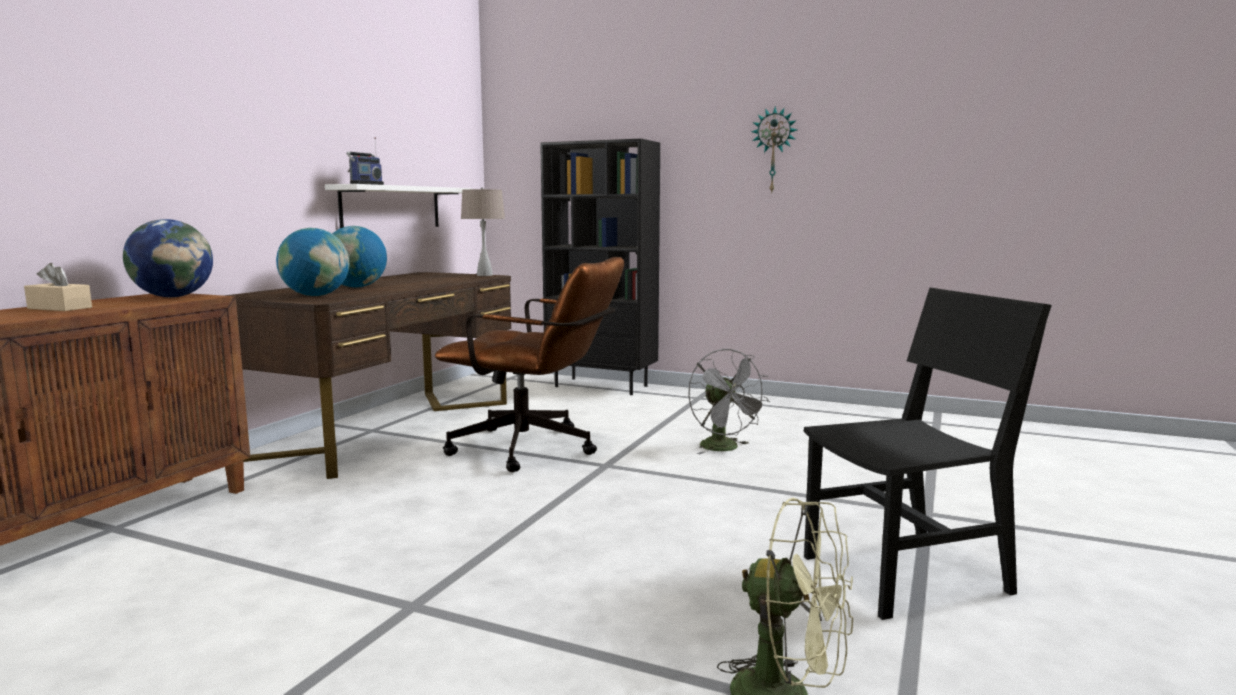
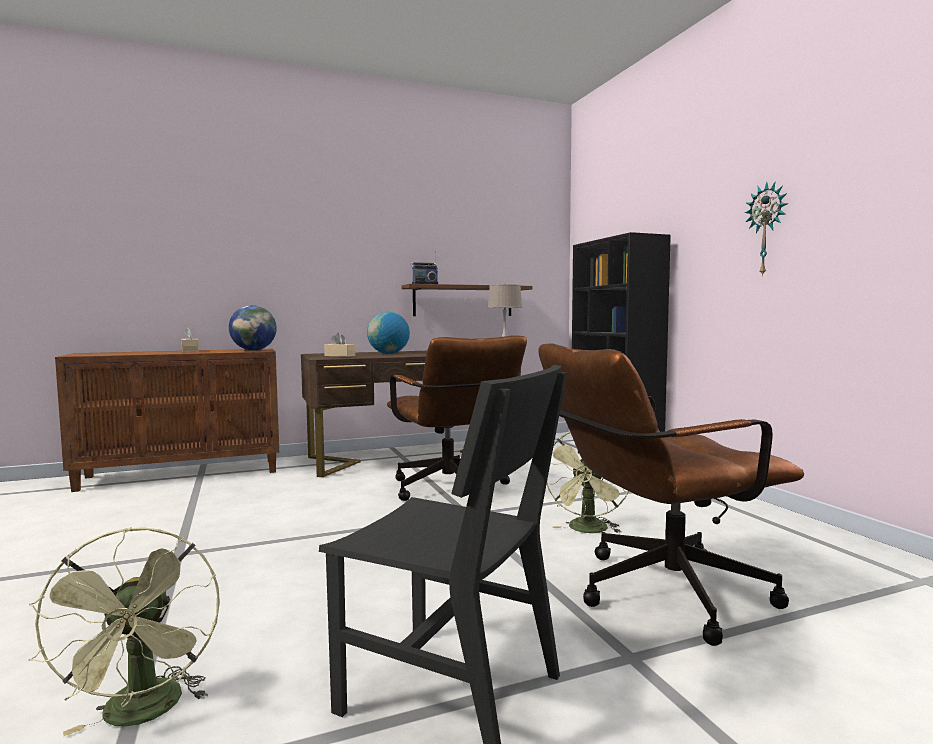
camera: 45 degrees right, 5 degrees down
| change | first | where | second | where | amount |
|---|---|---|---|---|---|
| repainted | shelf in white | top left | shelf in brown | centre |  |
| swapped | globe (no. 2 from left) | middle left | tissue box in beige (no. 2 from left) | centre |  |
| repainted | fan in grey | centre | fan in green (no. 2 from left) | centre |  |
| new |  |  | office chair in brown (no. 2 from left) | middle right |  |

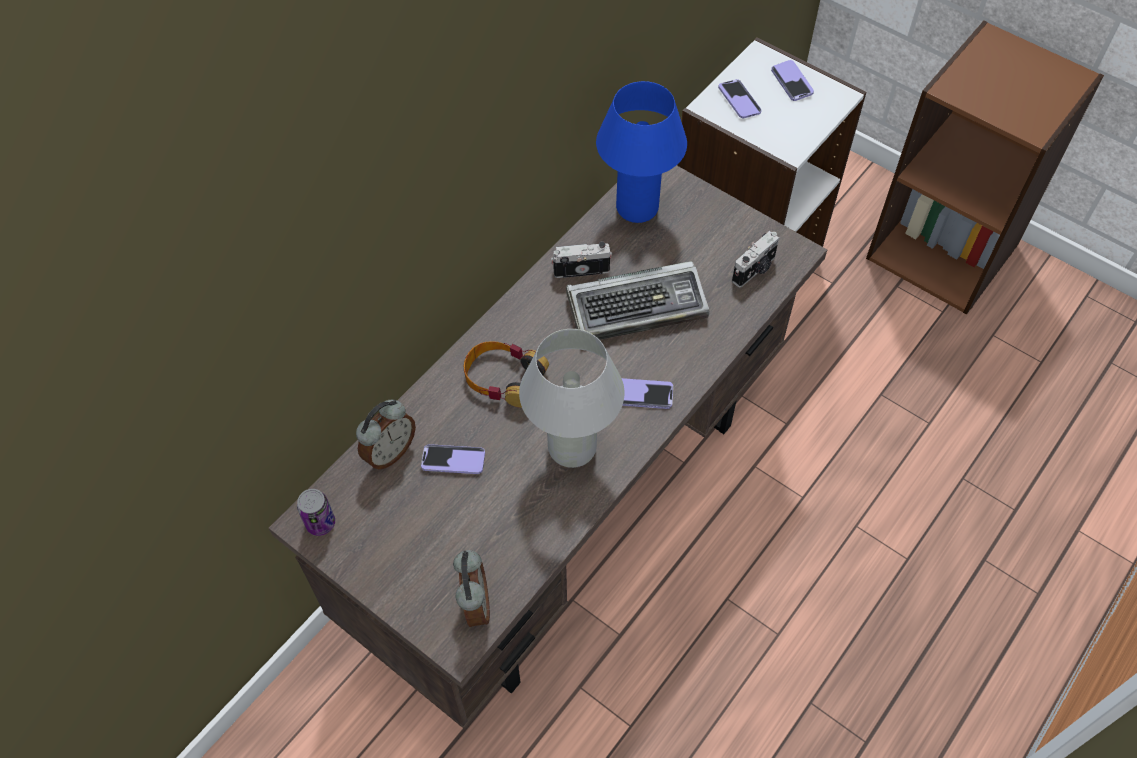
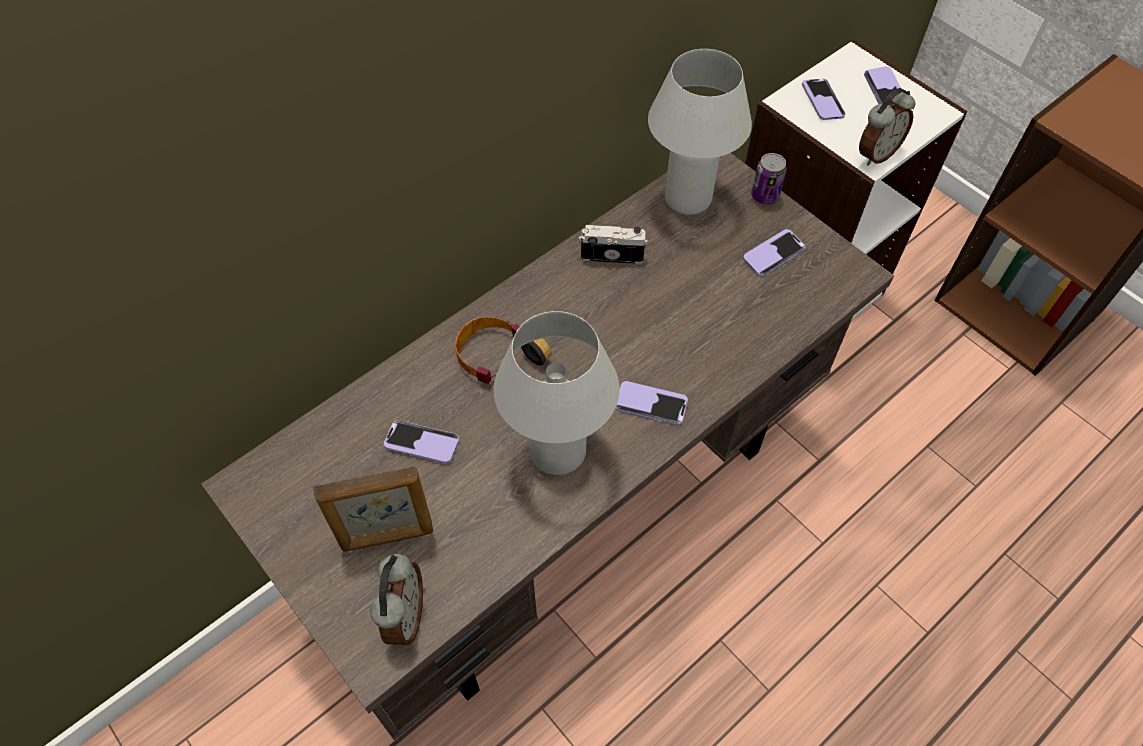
camera: 10 degrees right, 0 degrees up
| change | first | where | second | where | amount |
|---|---|---|---|---|---|
| repainted | table lamp in blue | top centre | table lamp in white (no. 2 from left) | top centre |  |
| gone | photo camera (no. 2 from left) | centre |  |  |  |
| gone | keyboard | centre |  |  |  |
| shifted | alarm clock (no. 1 from left in the first image) | centre | alarm clock (no. 2 from left) | top right |  |
| shifted | can | bottom left |  | top right |  |
| new |  |  | phone (no. 3 from left) | middle right |  |
| new |  |  | picture frame | bottom left |  |

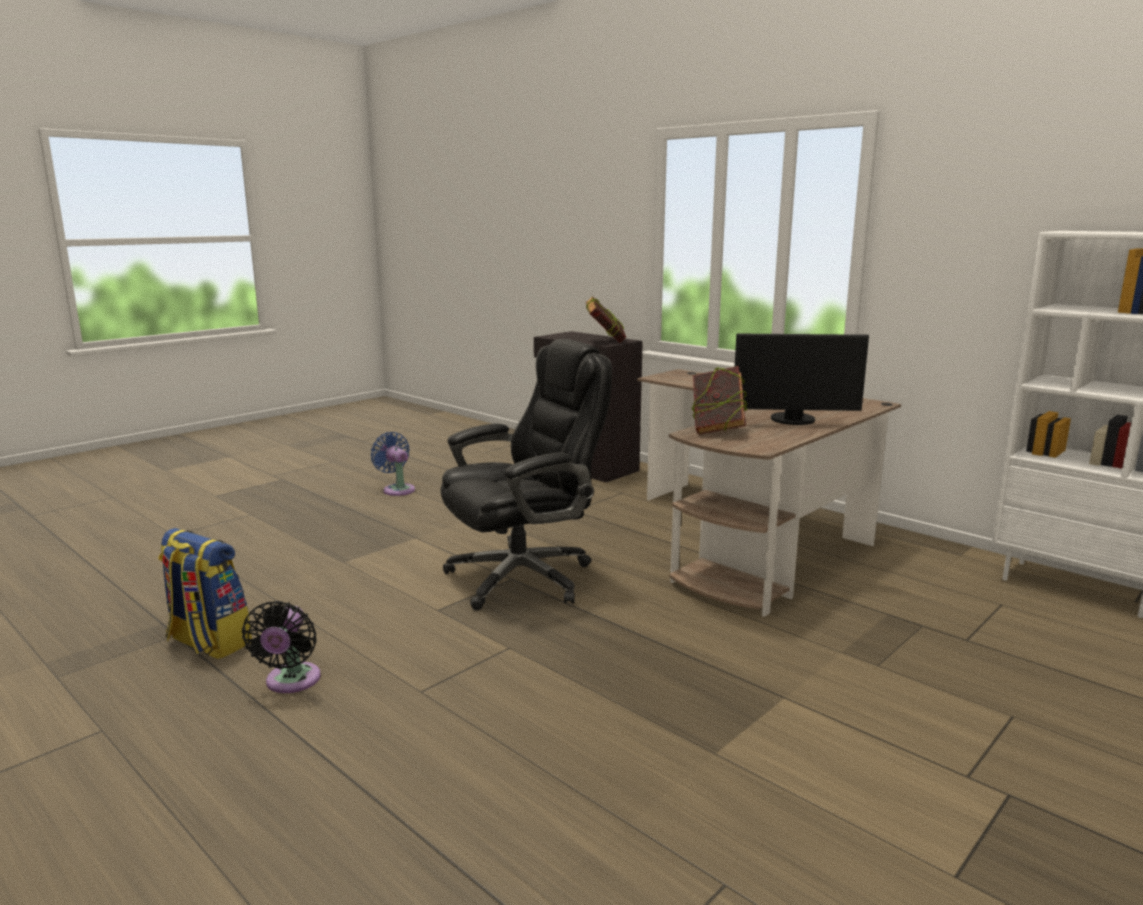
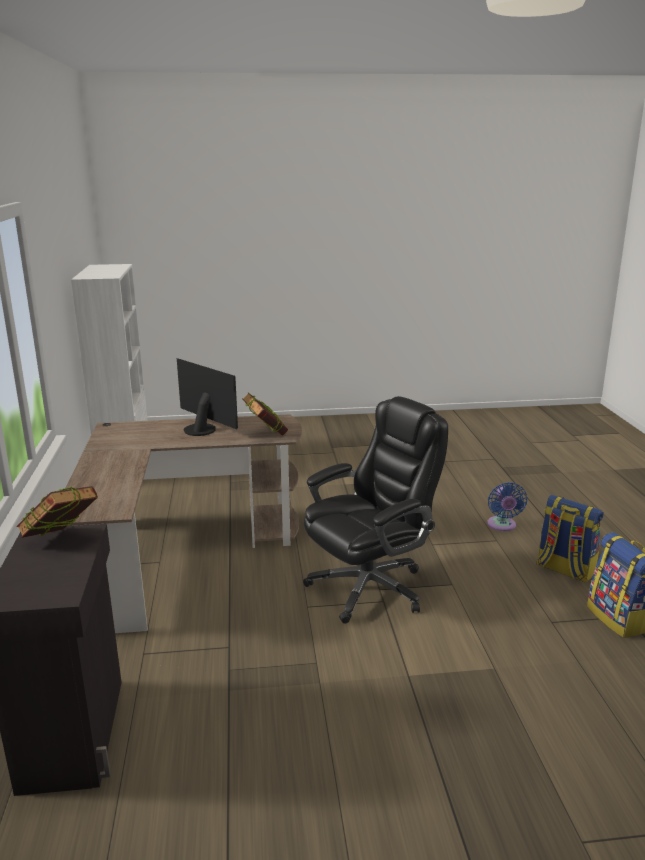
camera: 140 degrees left, 5 degrees up
| change | first | where | second | where | amount |
|---|---|---|---|---|---|
| rotated | office chair in black | centre |  | centre | 135 degrees clockwise |
| shifted | fan in blue | centre |  | middle right |  |
| swapped | fan in black | bottom left | backpack (no. 1 from left) | middle right |  |

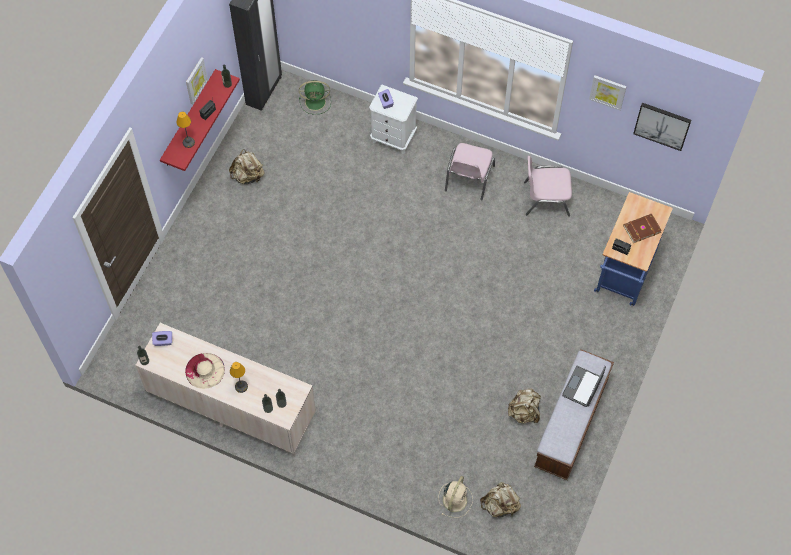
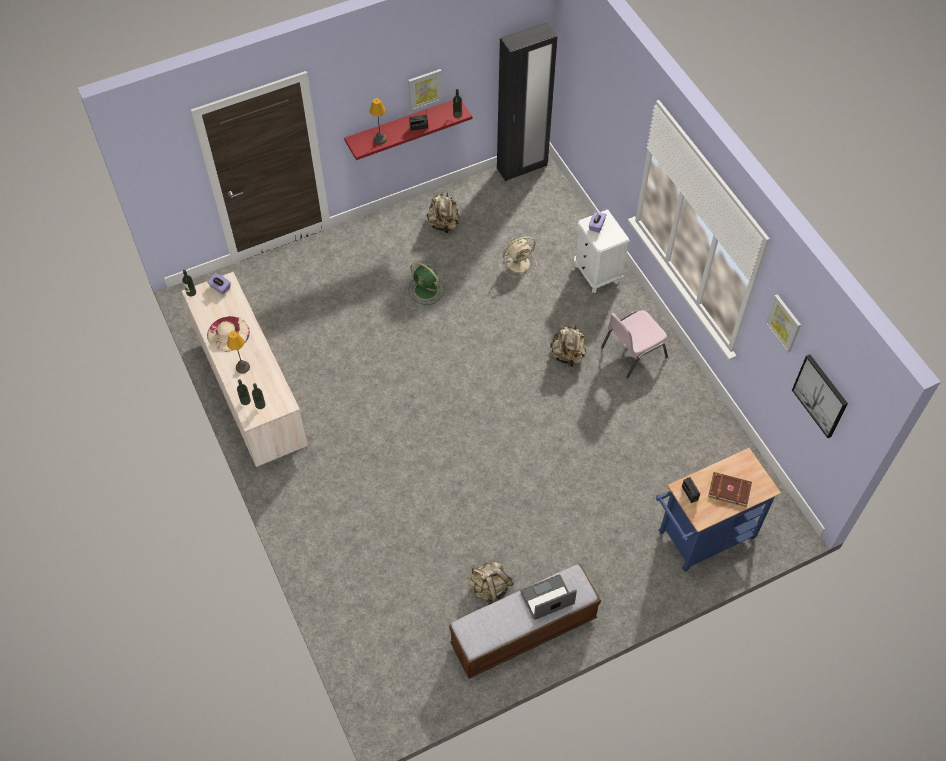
camera: 40 degrees right, 5 degrees down
| change | first | where | second | where | amount |
|---|---|---|---|---|---|
| shifted | fan in green | top centre |  | centre |  |
| gone | chair in pink (no. 2 from left) | middle right |  |  |  |
| shifted | fan in beige | bottom centre |  | centre |  |
| shifted | backpack in beige (no. 2 from left in the first image) | bottom centre | backpack in beige (no. 3 from left) | centre |  |

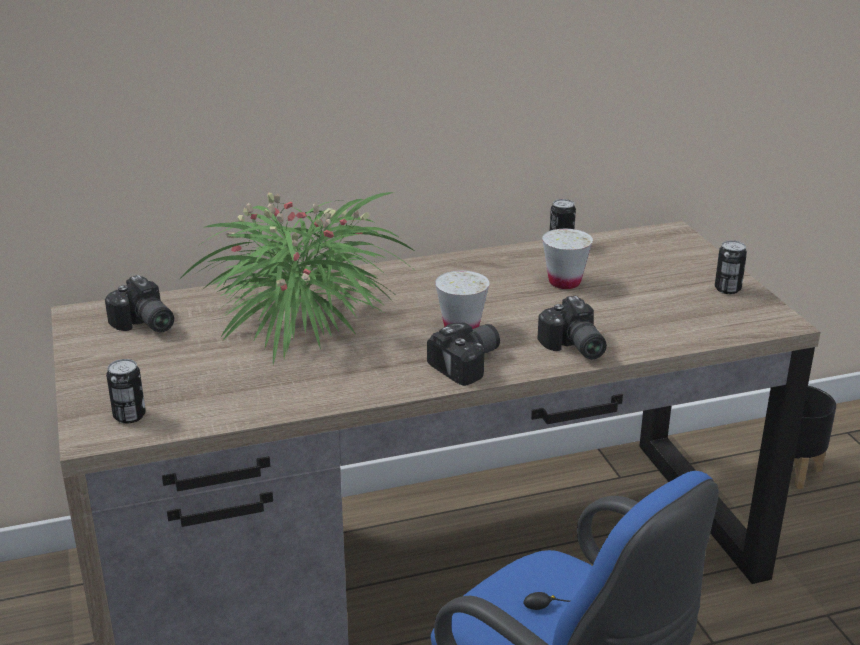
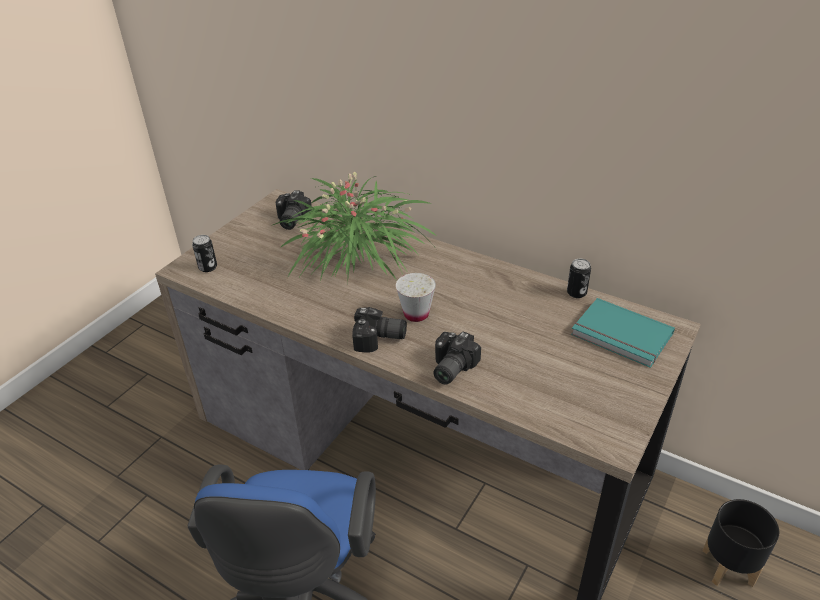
camera: 50 degrees right, 10 degrees up
| change | first | where | second | where | amount |
|---|---|---|---|---|---|
| gone | cup in white (no. 2 from left) | centre |  |  |  |
| gone | can (no. 3 from left) | middle right |  |  |  |
| new |  |  | book in turquoise | middle right |  |

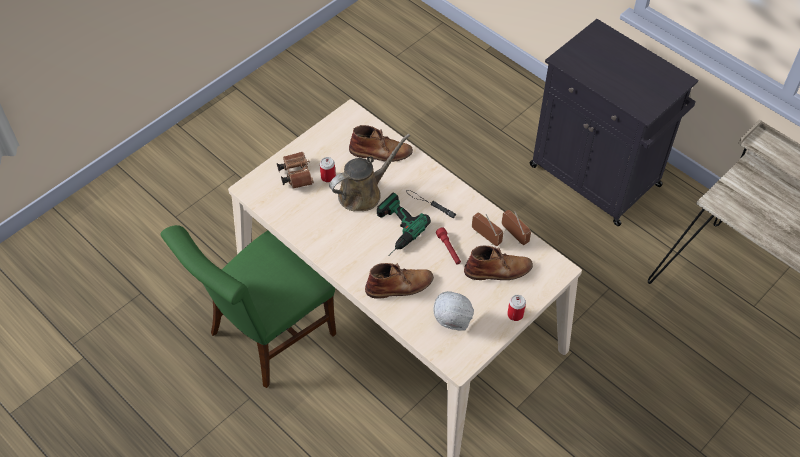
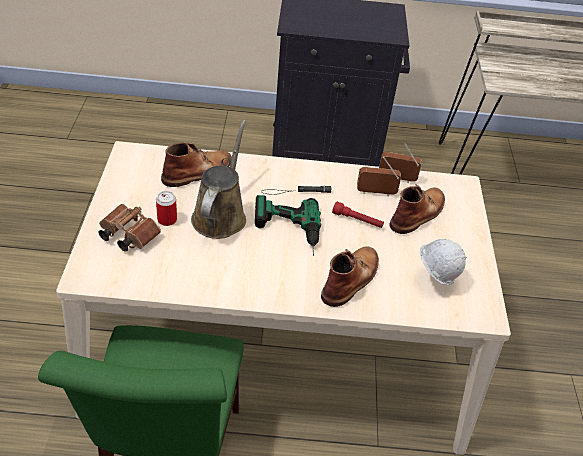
camera: 45 degrees left, 10 degrees down
| change | first | where | second | where | amount |
|---|---|---|---|---|---|
| gone | can (no. 2 from left) | bottom centre |  |  |  |

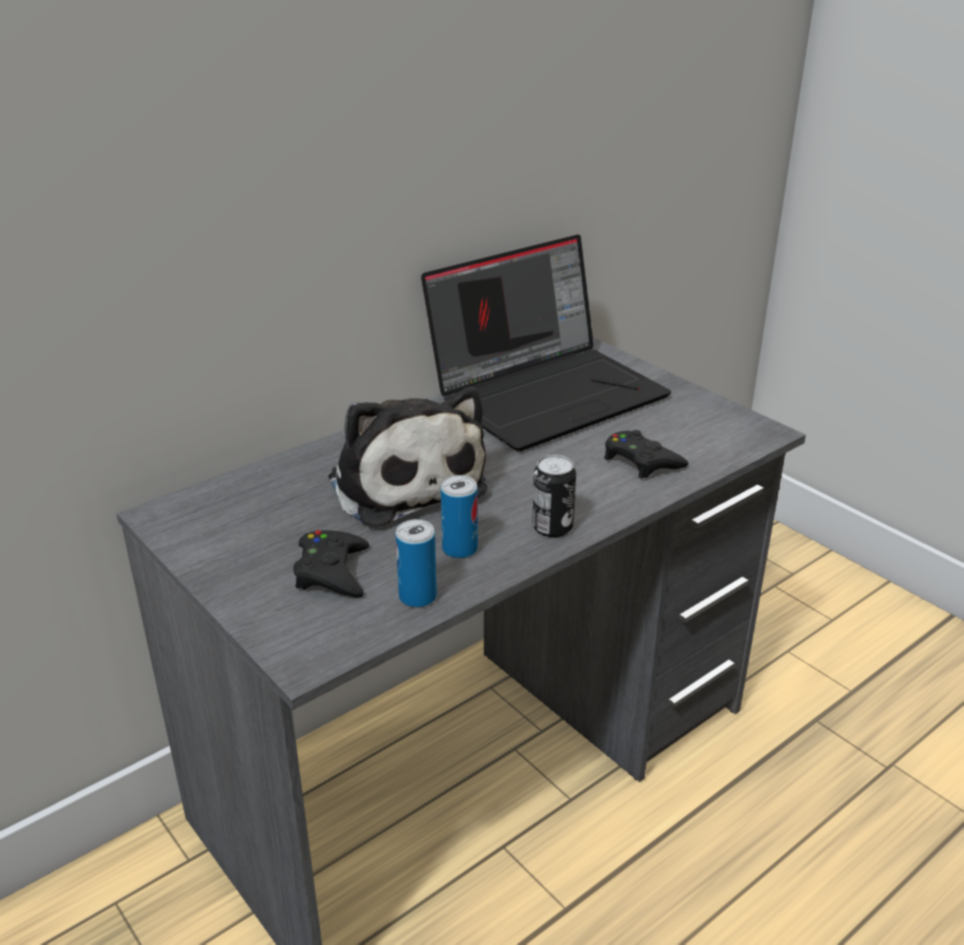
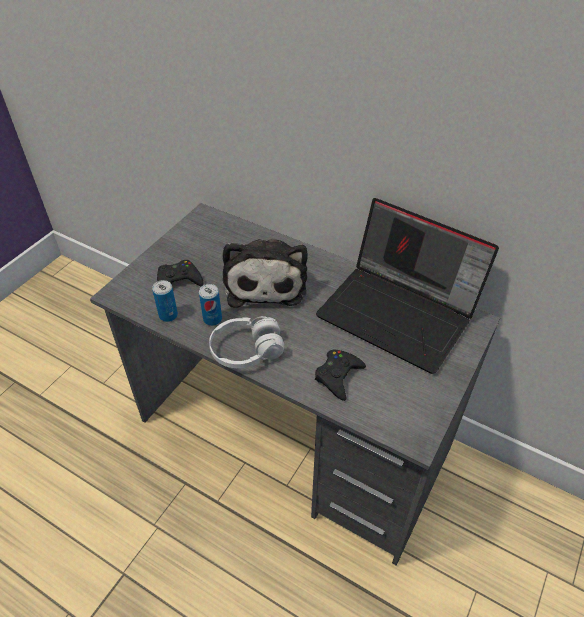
camera: 70 degrees right, 15 degrees up
| change | first | where | second | where | amount |
|---|---|---|---|---|---|
| rotated | plush toy | centre |  | centre | 45 degrees counterclockwise |
| swapped | can (no. 3 from left) | centre | headphones in white | centre |  |

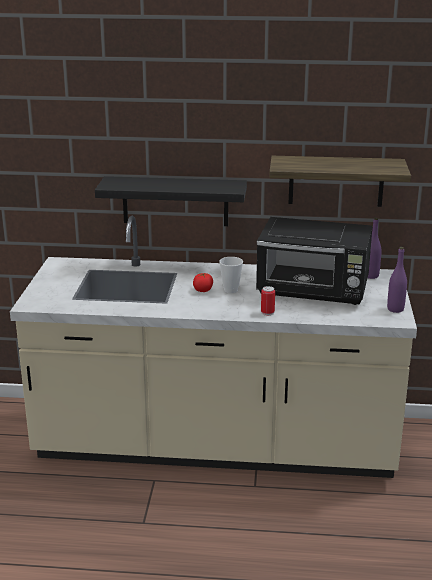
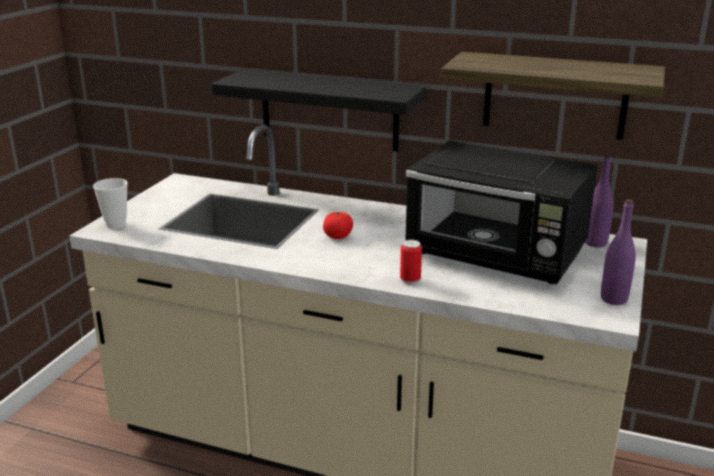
camera: 15 degrees right, 0 degrees up
| change | first | where | second | where | amount |
|---|---|---|---|---|---|
| shifted | cup | centre |  | middle left |  |

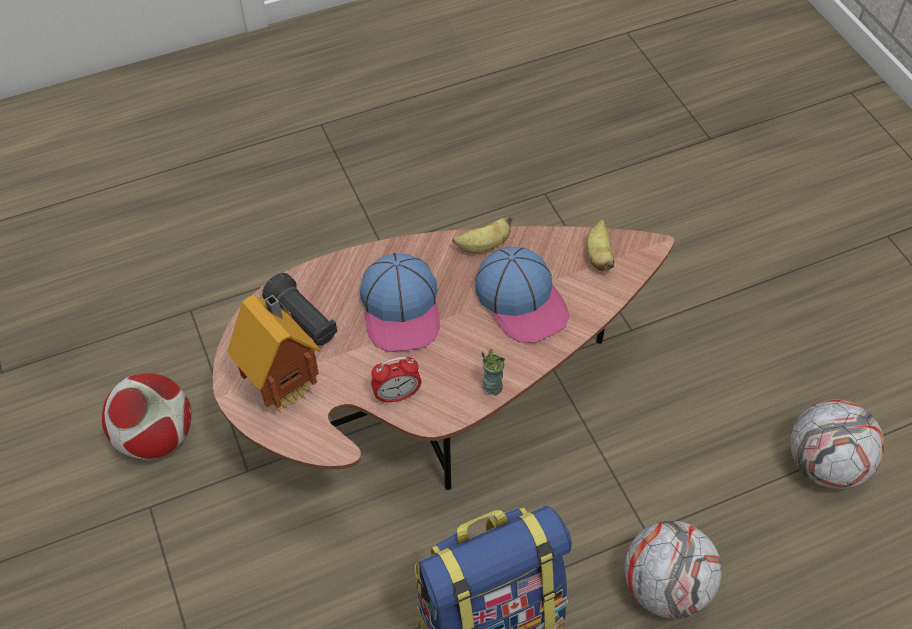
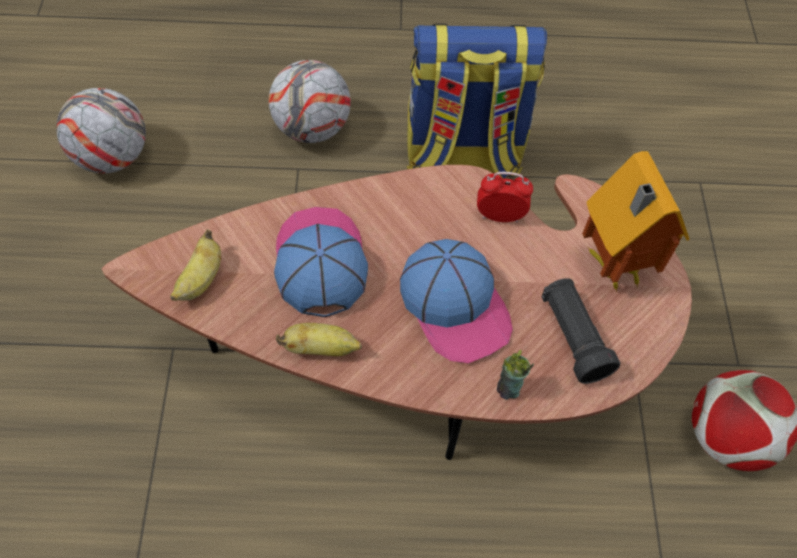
camera: 160 degrees left, 5 degrees up
| change | first | where | second | where | amount |
|---|---|---|---|---|---|
| rotated | cap (no. 1 from left in the first image) | centre | cap (no. 2 from left) | centre | 135 degrees clockwise |
| shifted | cup | centre |  | bottom centre |  |

